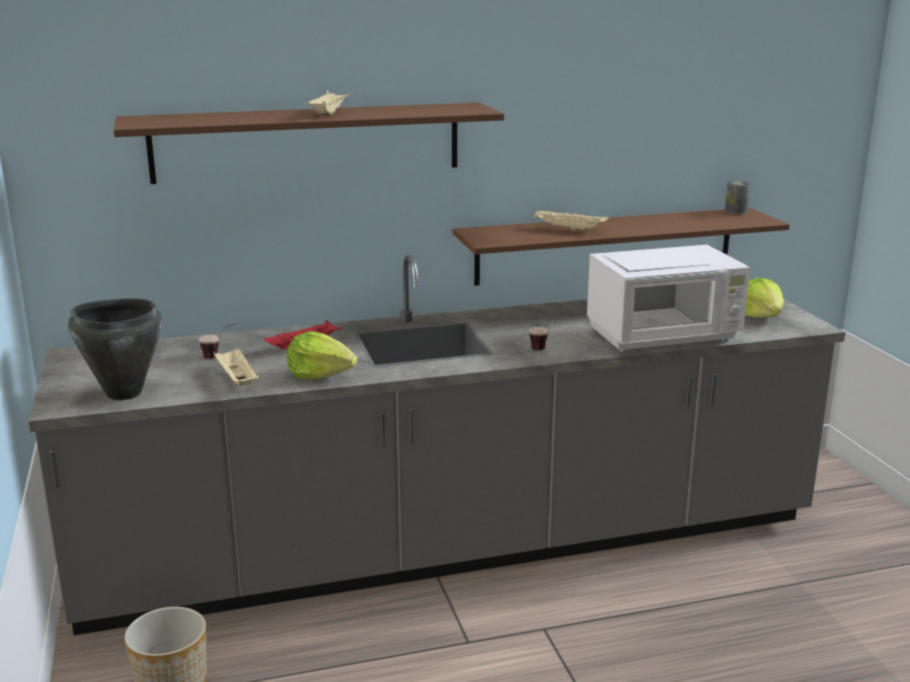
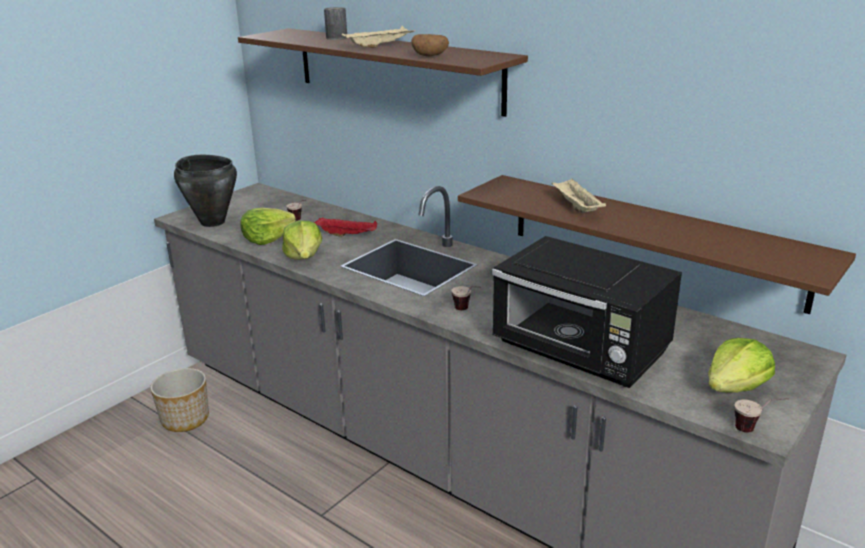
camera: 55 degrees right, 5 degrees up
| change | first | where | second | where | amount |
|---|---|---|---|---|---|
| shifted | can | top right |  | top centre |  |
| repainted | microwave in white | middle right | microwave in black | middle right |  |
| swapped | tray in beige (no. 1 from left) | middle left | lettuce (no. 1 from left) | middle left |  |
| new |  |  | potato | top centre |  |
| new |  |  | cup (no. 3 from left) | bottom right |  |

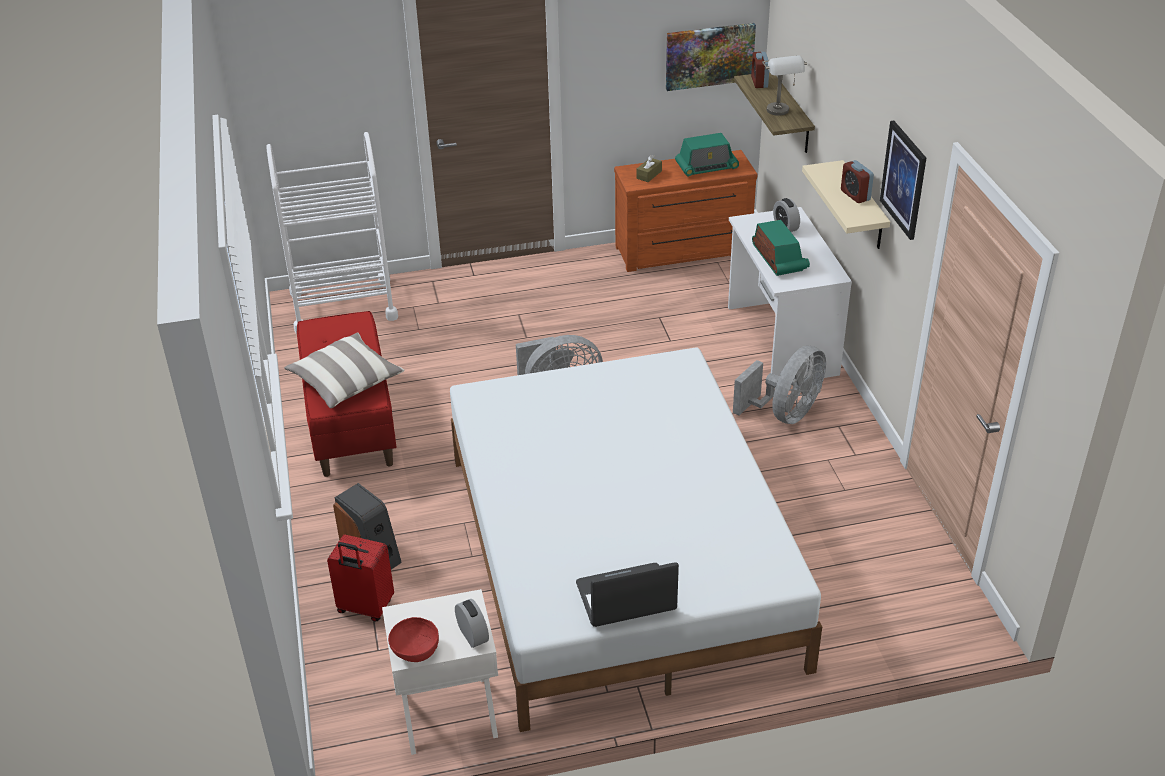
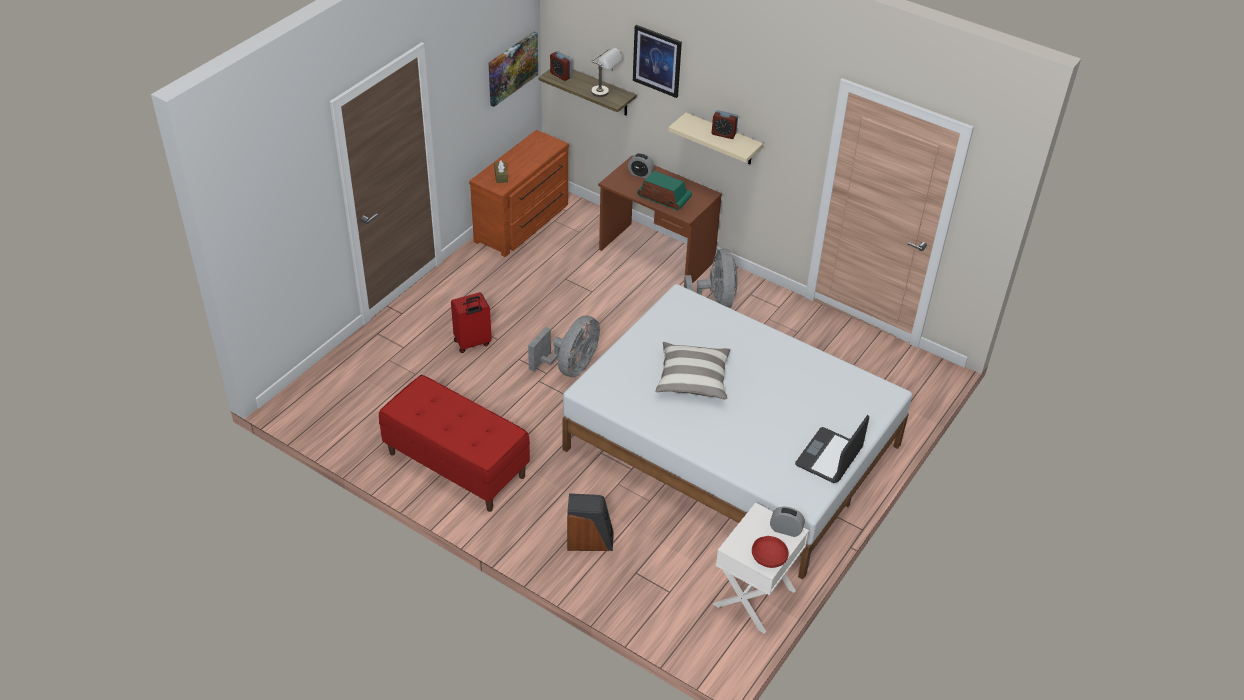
camera: 45 degrees left, 5 degrees up
| change | first | where | second | where | amount |
|---|---|---|---|---|---|
| shifted | picture (no. 2 from left) | top right |  | top centre |  |
| gone | cart in white | top left |  |  |  |
| gone | radio (no. 1 from left) | top centre |  |  |  |
| repainted | desk in white | middle right | desk in brown | top centre |  |
| shifted | pillow | middle left |  | centre |  |
| shifted | suitcase in red | bottom left |  | centre |  |

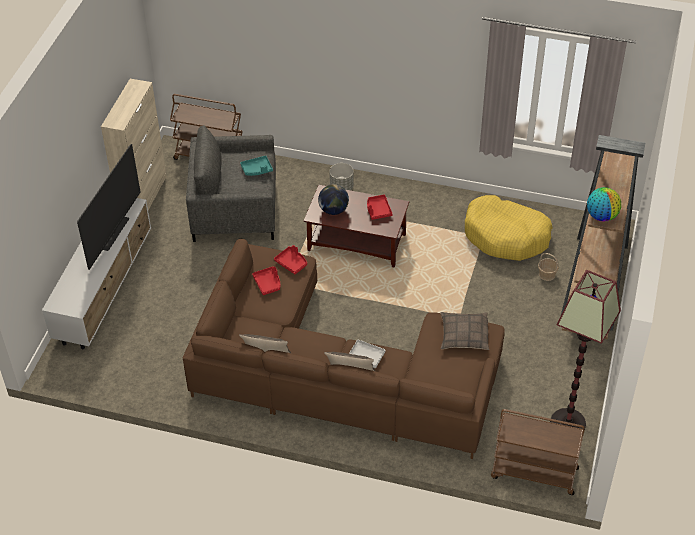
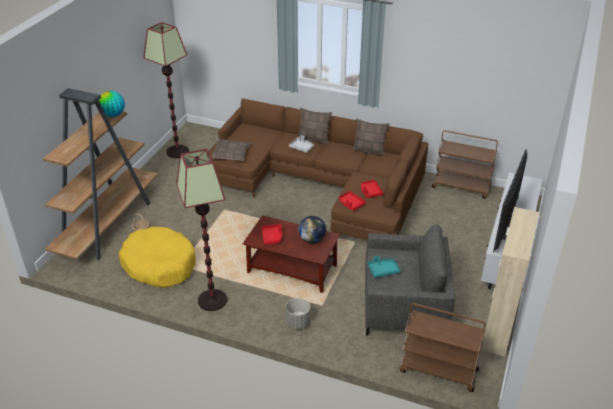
camera: 175 degrees left, 10 degrees down
| change | first | where | second | where | amount |
|---|---|---|---|---|---|
| shifted | cart in brown (no. 2 from left) | bottom right |  | middle right |  |
| new |  |  | floor lamp (no. 2 from left) | middle left |  |

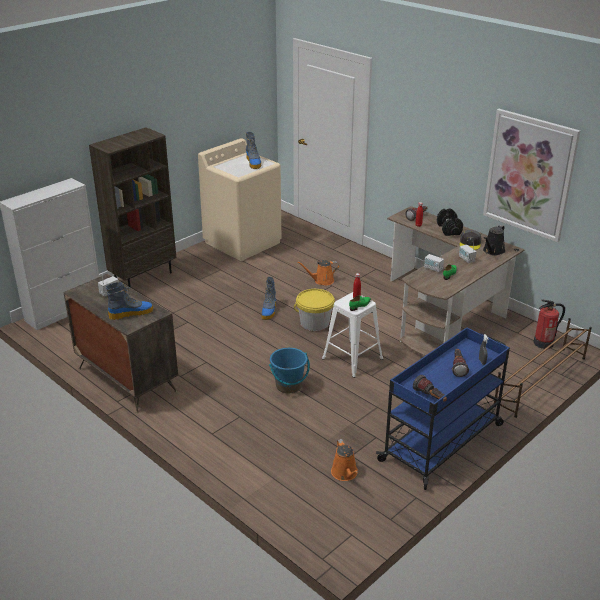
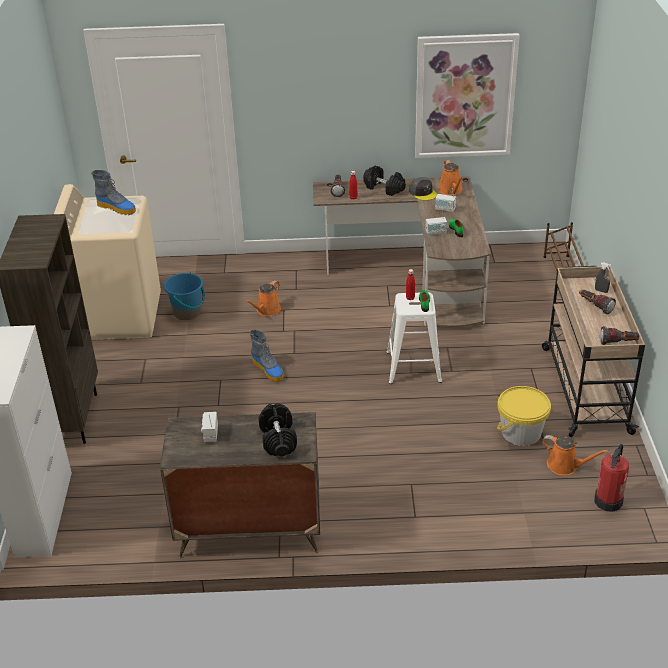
camera: 45 degrees left, 5 degrees up
| change | first | where | second | where | amount |
|---|---|---|---|---|---|
| repainted | watering can in black | middle right | watering can in orange (no. 2 from left) | top right |  |
| swapped | boot (no. 1 from left) | middle left | dumbbell in black (no. 1 from left) | centre |  |
| shifted | bucket in yellow | centre |  | middle right |  |
| shifted | fire extinguisher | middle right |  | bottom right |  |
| repainted | cart in blue | bottom right | cart in beige | middle right |  |
| shifted | bucket in blue | centre |  | middle left |  |

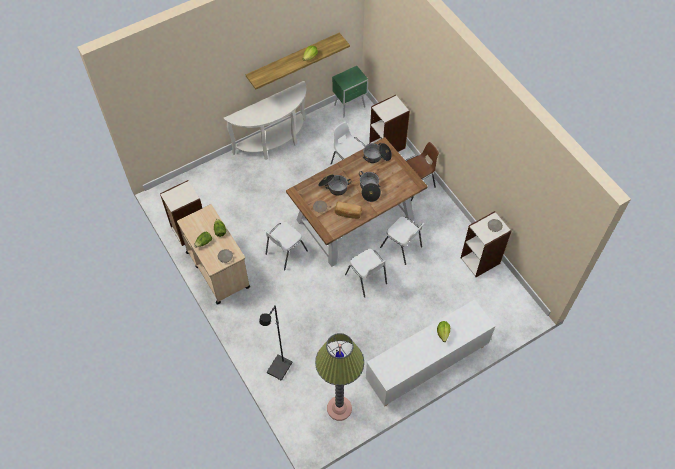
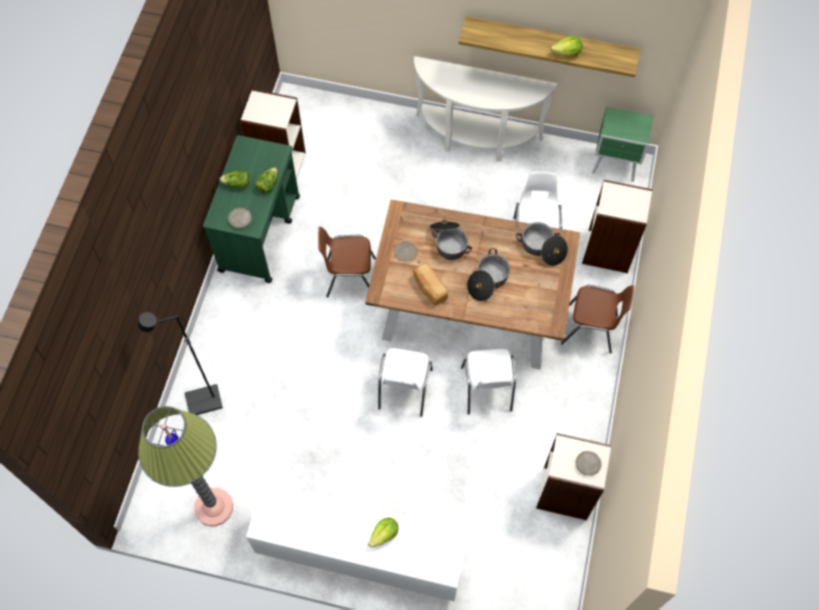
camera: 45 degrees right, 5 degrees up
| change | first | where | second | where | amount |
|---|---|---|---|---|---|
| repainted | cart in beige | middle left | cart in green | middle left |  |
| repainted | chair in white (no. 1 from left) | centre | chair in brown (no. 1 from left) | centre |  |

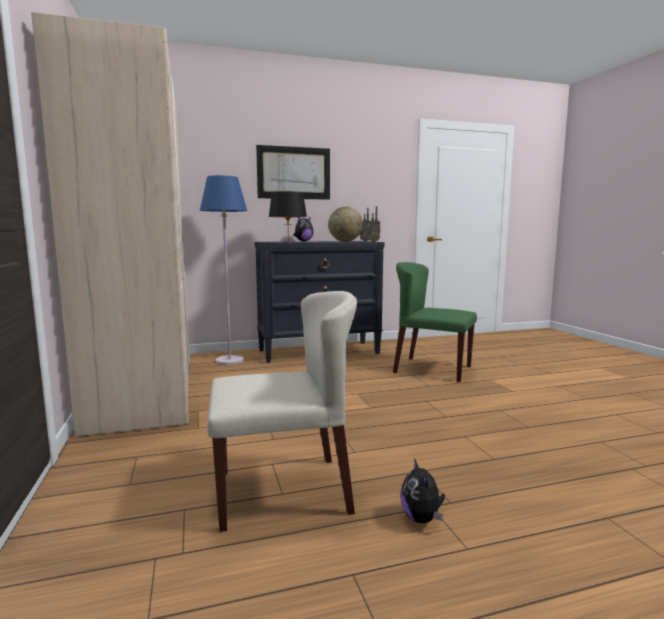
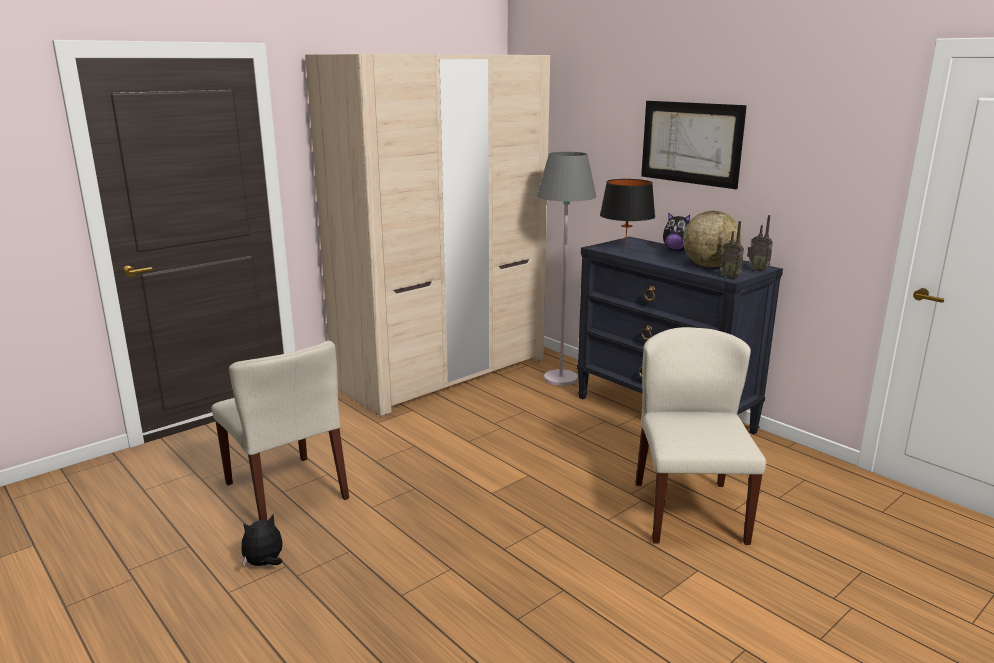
camera: 65 degrees right, 10 degrees up
| change | first | where | second | where | amount |
|---|---|---|---|---|---|
| repainted | floor lamp in blue | centre | floor lamp in grey | centre |  |
| repainted | chair in green | centre | chair in beige (no. 2 from left) | middle right |  |

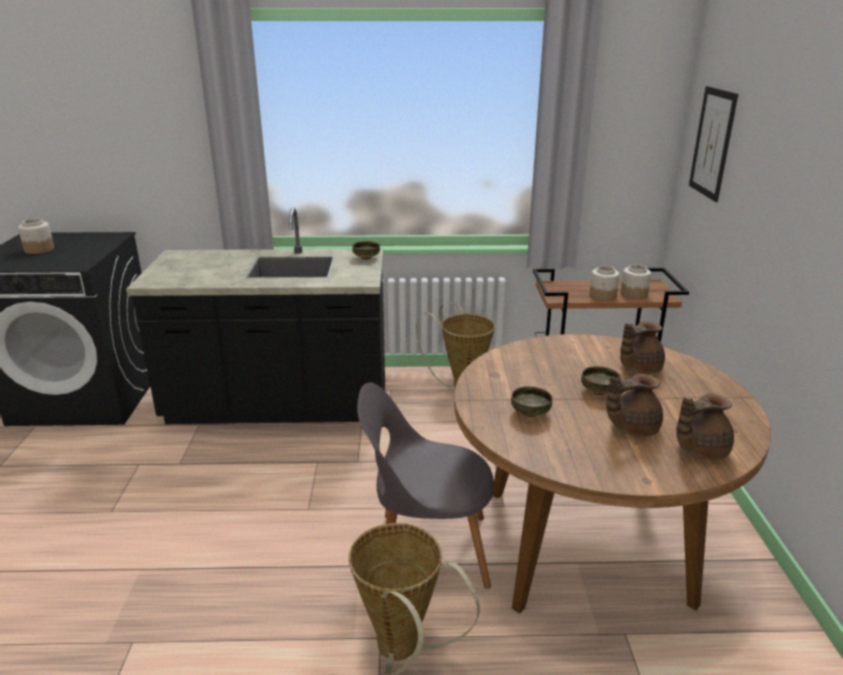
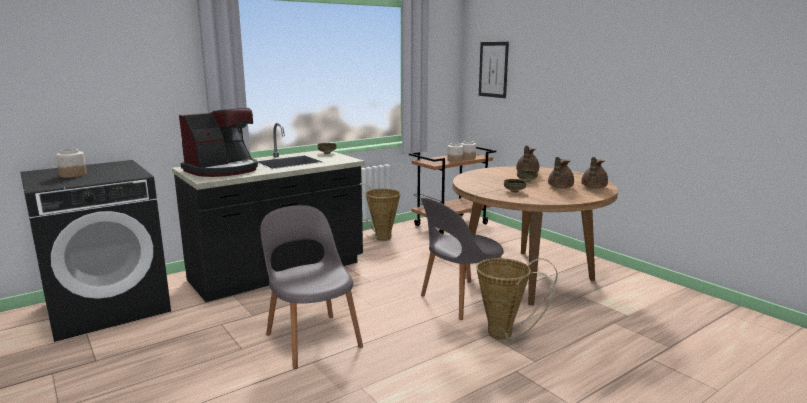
camera: 35 degrees left, 10 degrees down
| change | first | where | second | where | amount |
|---|---|---|---|---|---|
| new |  |  | coffee machine | middle left |  |
| new |  |  | chair in grey (no. 1 from left) | bottom centre |  |

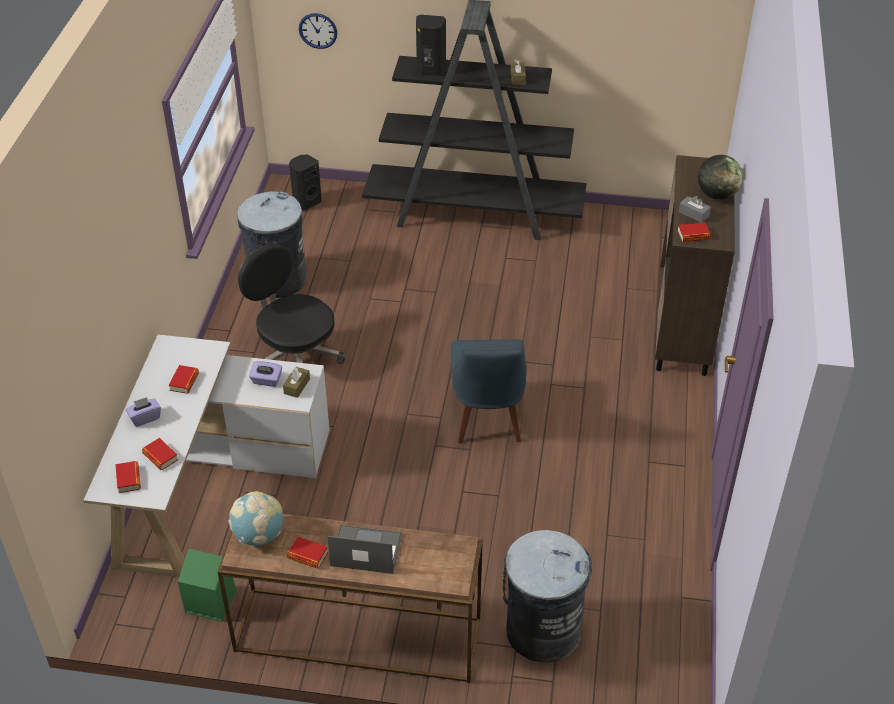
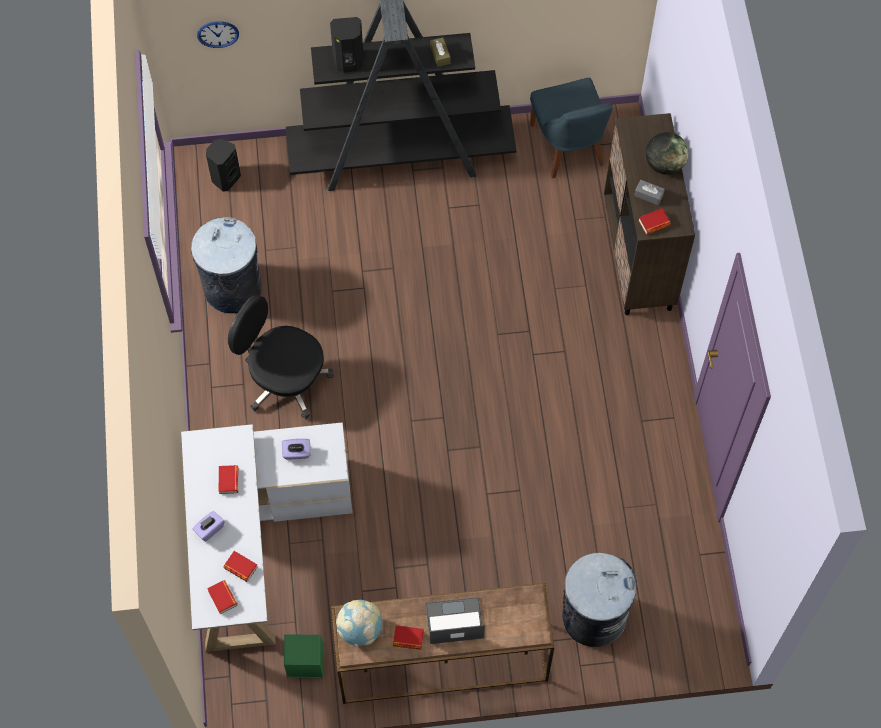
camera: 15 degrees left, 20 degrees up
| change | first | where | second | where | amount |
|---|---|---|---|---|---|
| shifted | chair in blue | centre |  | top centre |  |
| gone | tissue box in brown (no. 1 from left) | middle left |  |  |  |

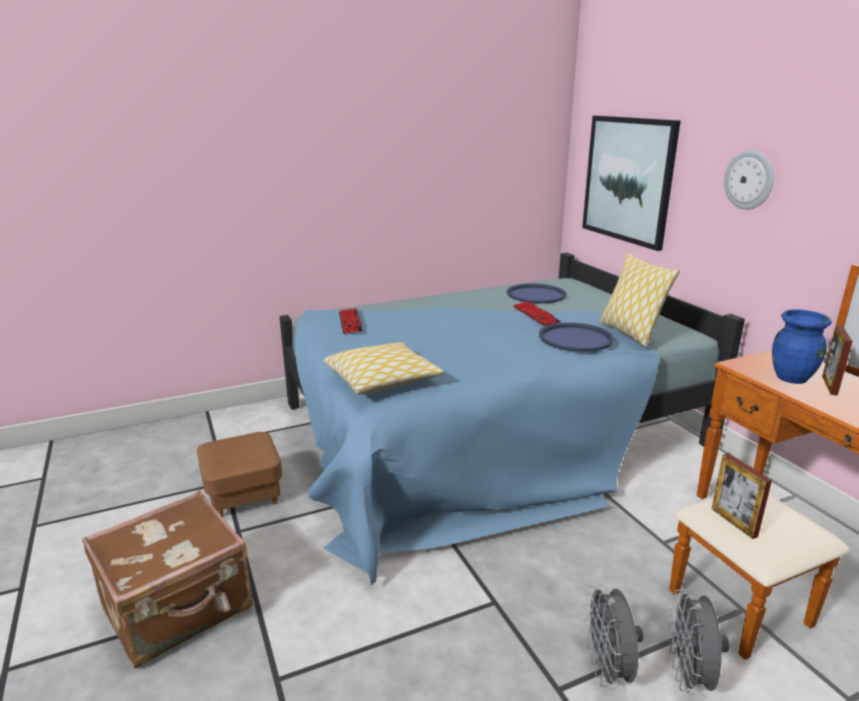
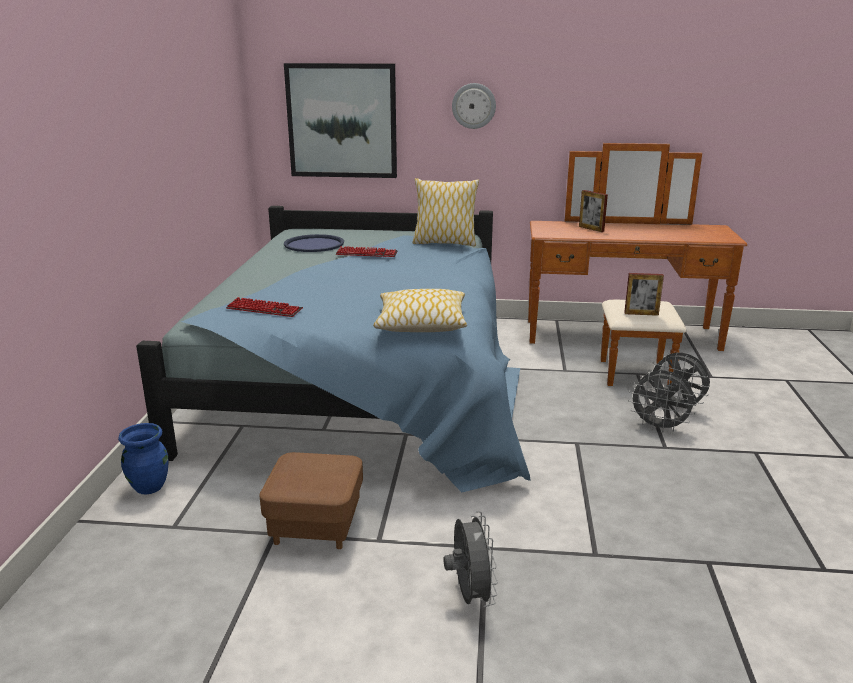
camera: 60 degrees left, 0 degrees up
| change | first | where | second | where | amount |
|---|---|---|---|---|---|
| shifted | vase in blue | middle right |  | bottom left |  |
| gone | tray in blue (no. 2 from left) | middle right |  |  |  |
| swapped | suitcase in brown | bottom left | fan in grey (no. 1 from left) | bottom centre |  |

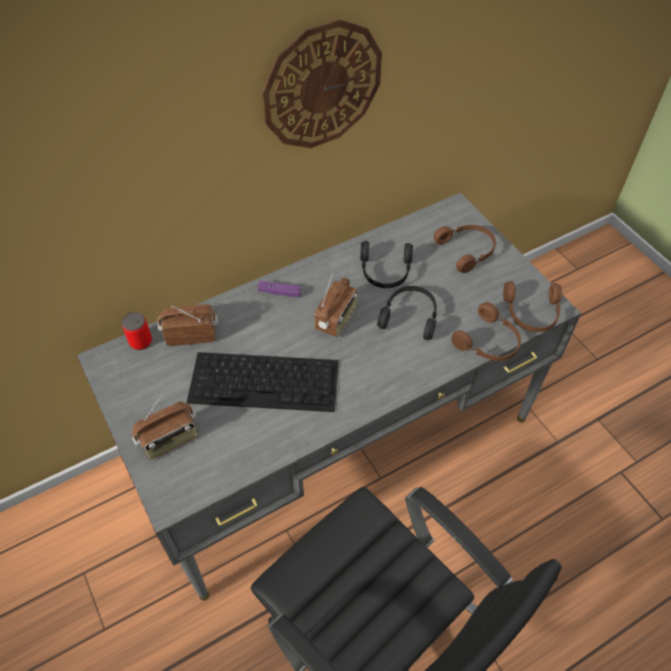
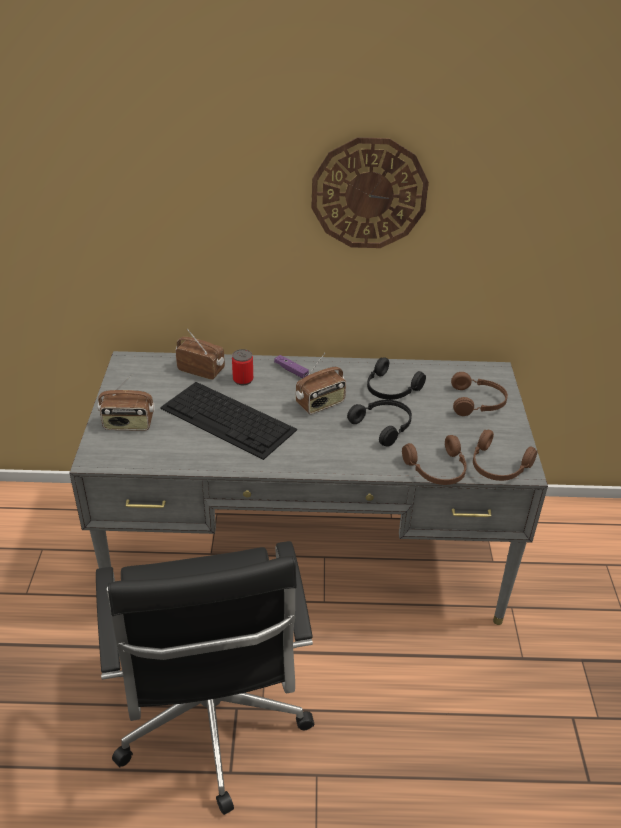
camera: 30 degrees right, 15 degrees down
| change | first | where | second | where | amount |
|---|---|---|---|---|---|
| shifted | can | middle left |  | centre |  |

